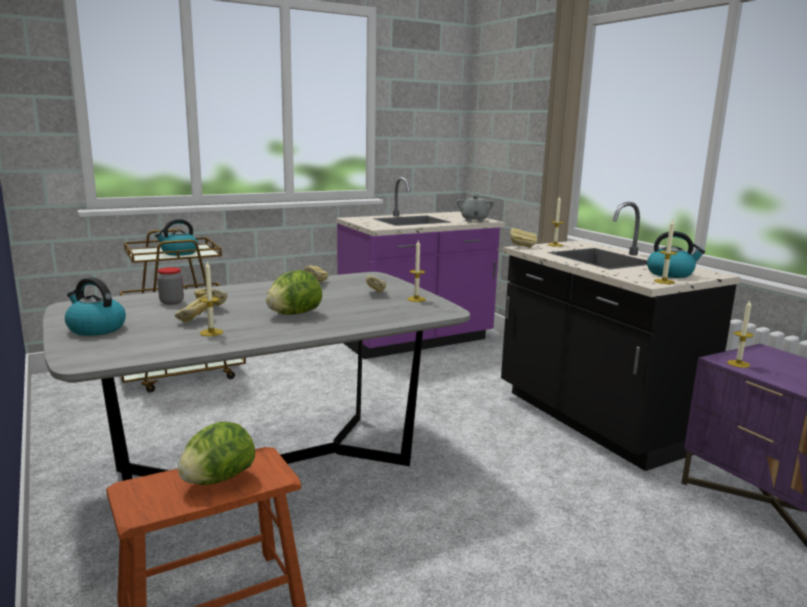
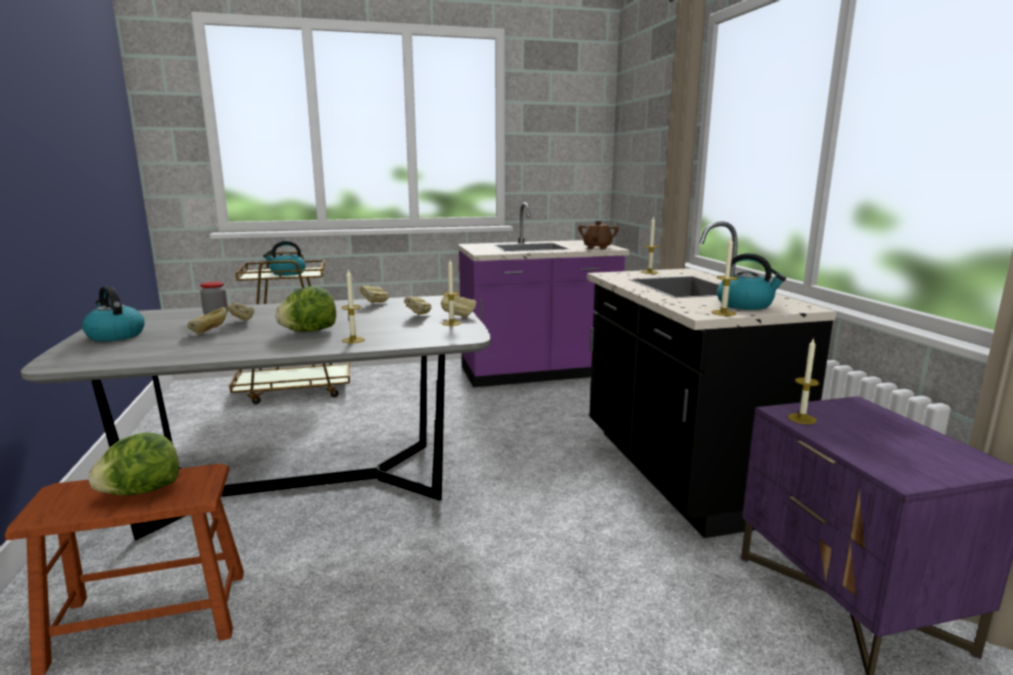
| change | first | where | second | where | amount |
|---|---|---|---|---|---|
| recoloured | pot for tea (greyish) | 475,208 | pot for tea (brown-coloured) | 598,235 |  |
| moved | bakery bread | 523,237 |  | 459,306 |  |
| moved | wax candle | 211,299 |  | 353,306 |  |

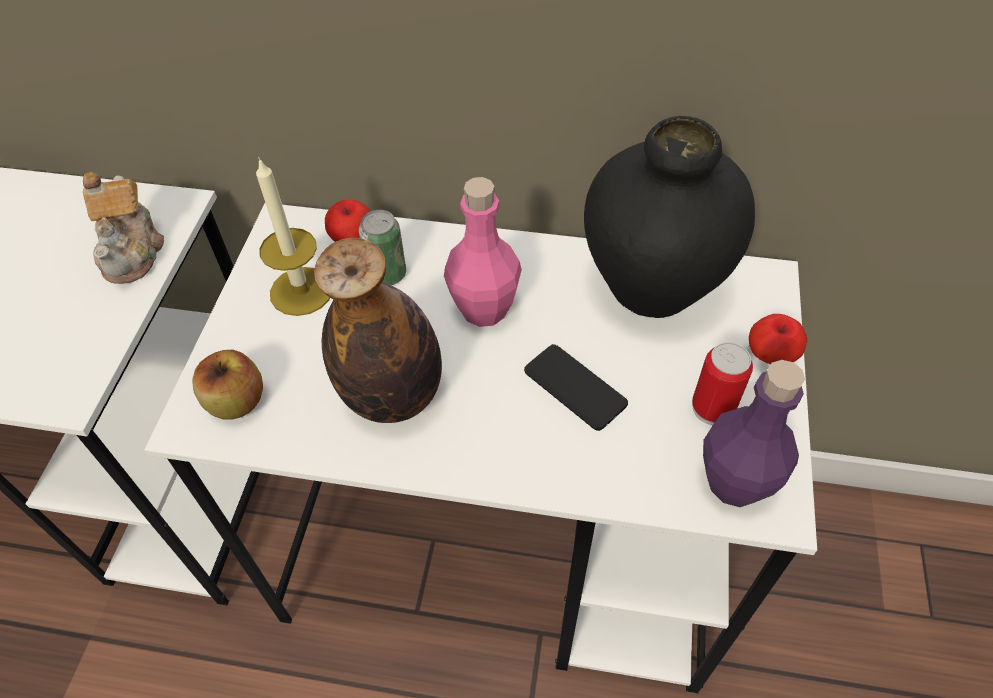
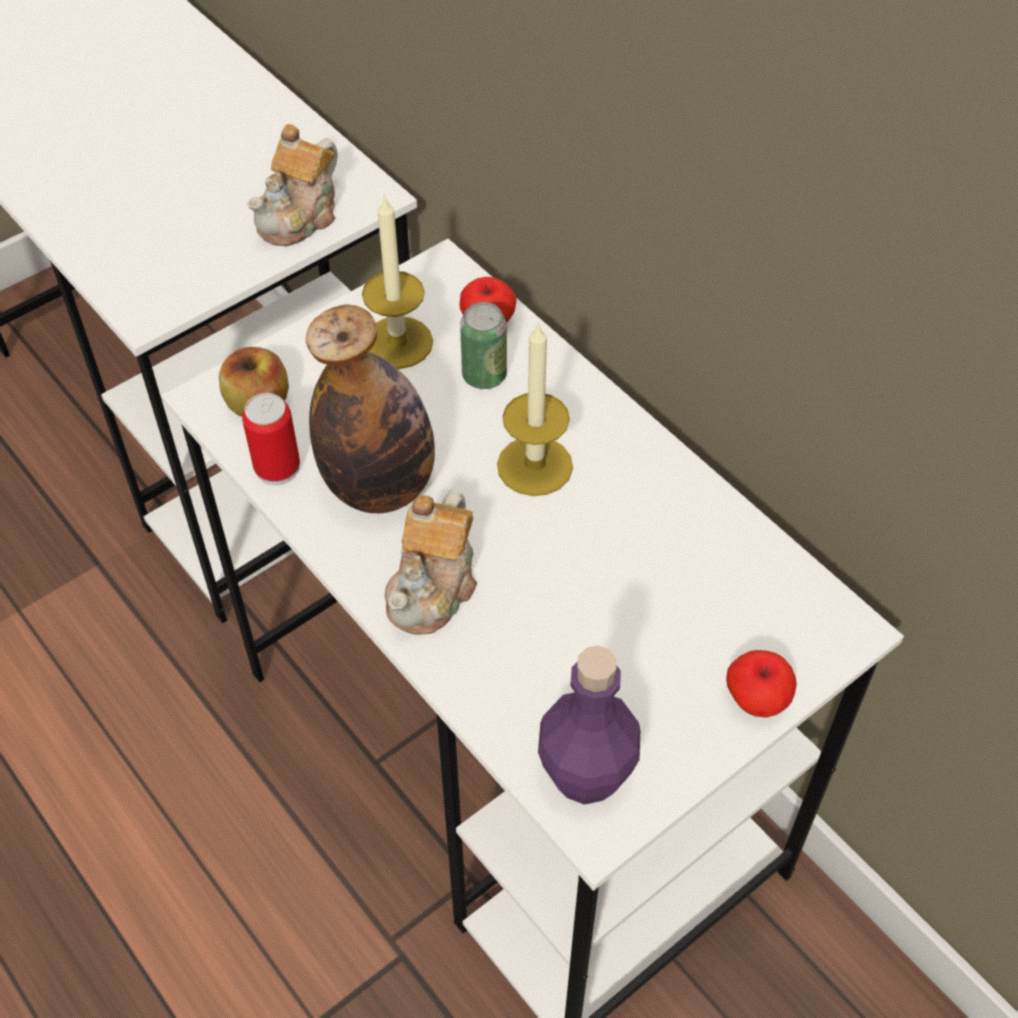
| change | first | where | second | where | amount |
|---|---|---|---|---|---|
| removed | flower vase (black-coloured) | 669,217 |  |  |  |
| replaced | bottle (pink) | 483,252 | wax candle | 535,409 |  |
| moved | can | 722,383 |  | 271,439 |  |
| removed | telephone | 576,387 |  |  |  |
| added |  |  | pot for tea | 430,562 |  |

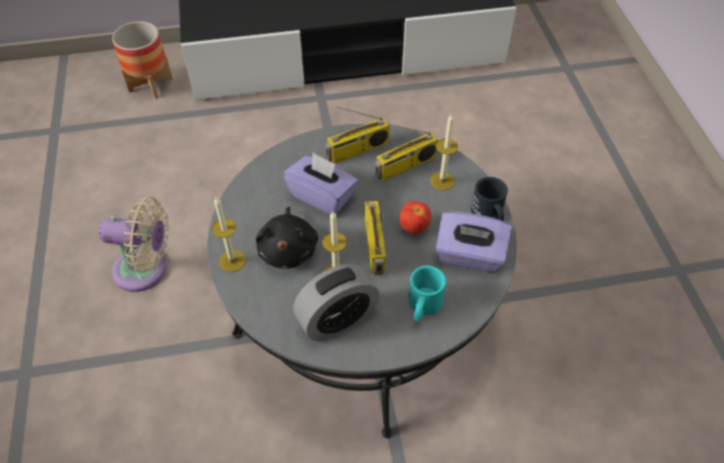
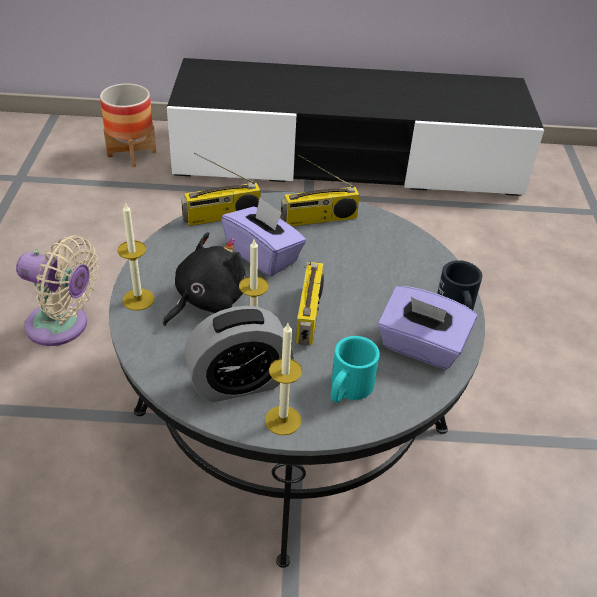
| change | first | where | second | where | amount |
|---|---|---|---|---|---|
| moved | wax candle | 444,151 |  | 283,379 |  |
| moved | radio set | 406,152 |  | 221,189 |  |
| removed | whole apple | 415,217 |  |  |  |
| turned | plush toy (black-coloured) | 287,238 |  | 204,279 | 150 degrees counterclockwise |

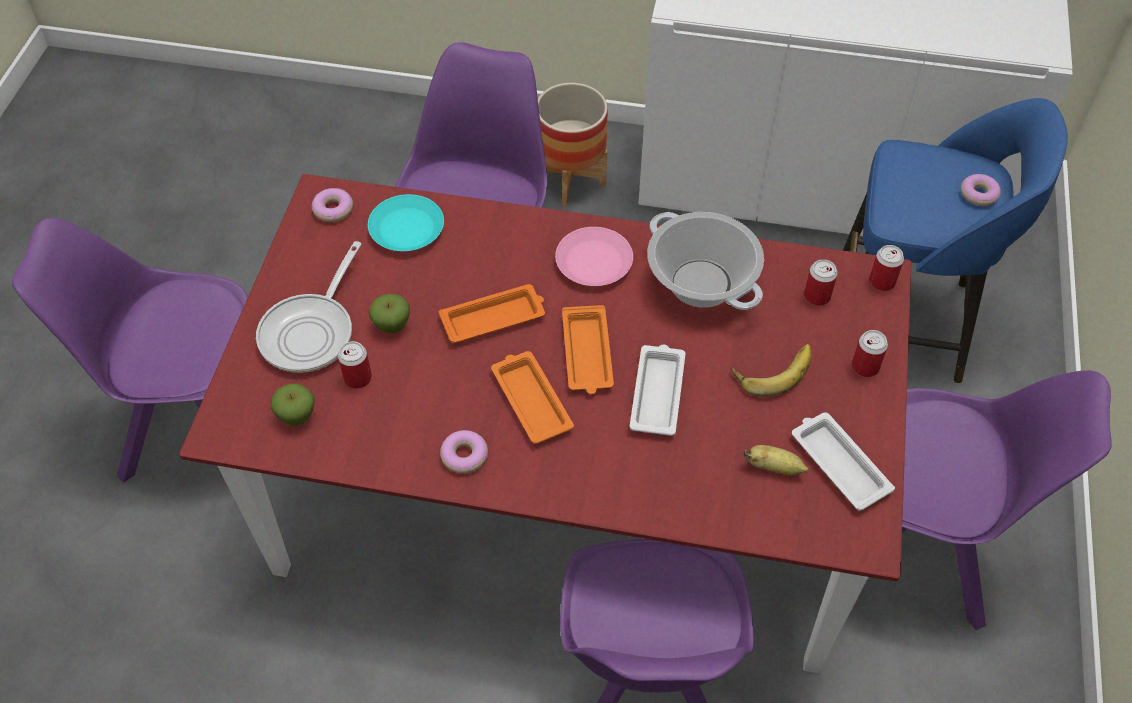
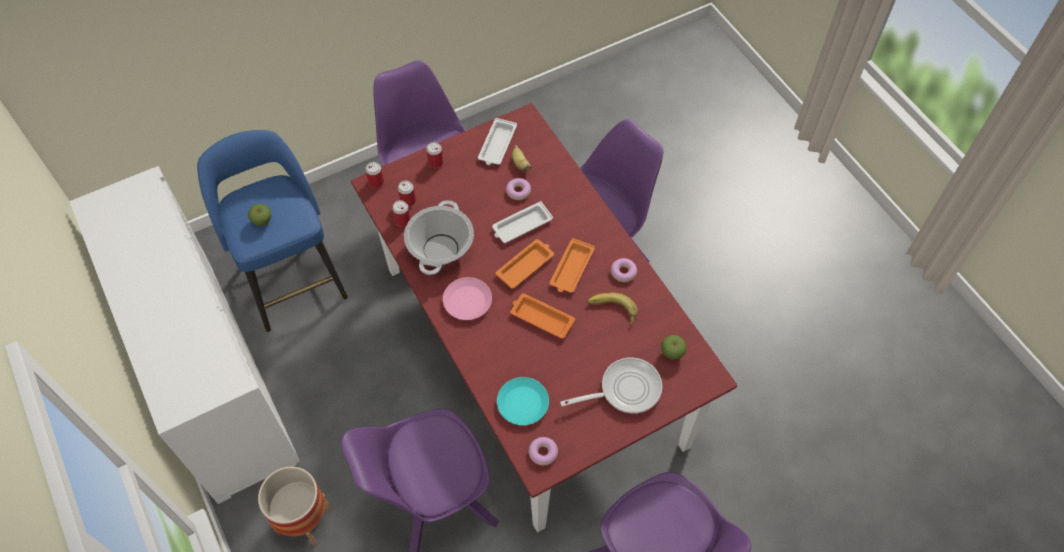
| change | first | where | second | where | amount |
|---|---|---|---|---|---|
| moved | ring doughnut | 981,190 |  | 518,189 |  |
| moved | whole apple | 389,313 |  | 259,215 |  |
| moved | can | 355,365 |  | 401,213 |  |
| moved | banana | 771,370 |  | 612,308 |  |

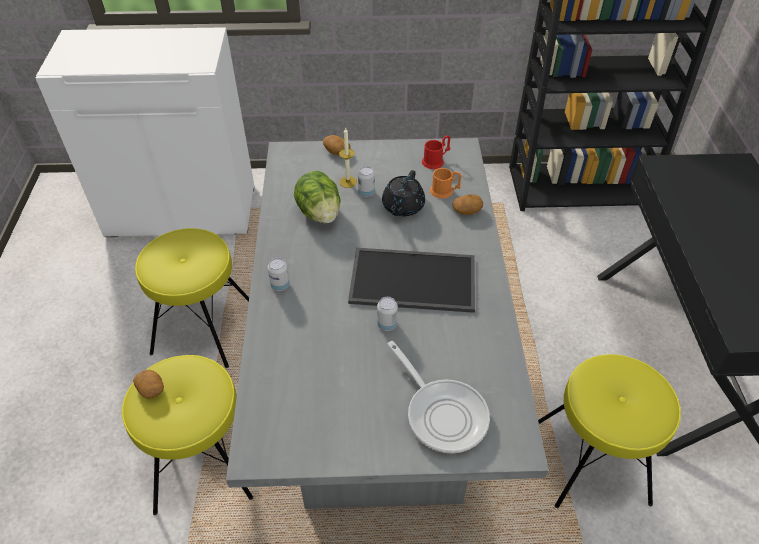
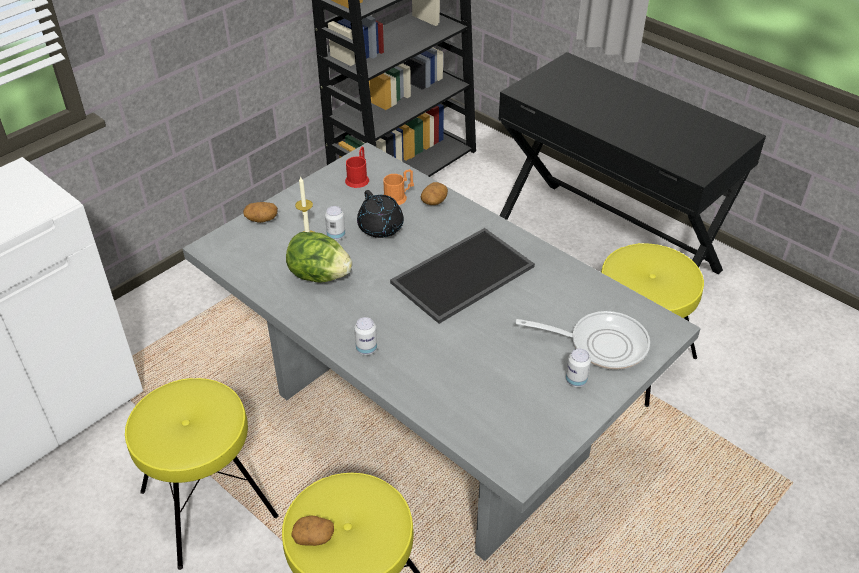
| change | first | where | second | where | amount |
|---|---|---|---|---|---|
| moved | can | 387,314 |  | 578,368 |  |

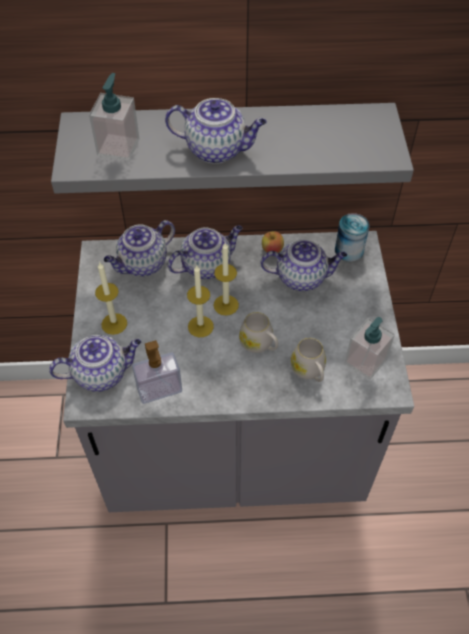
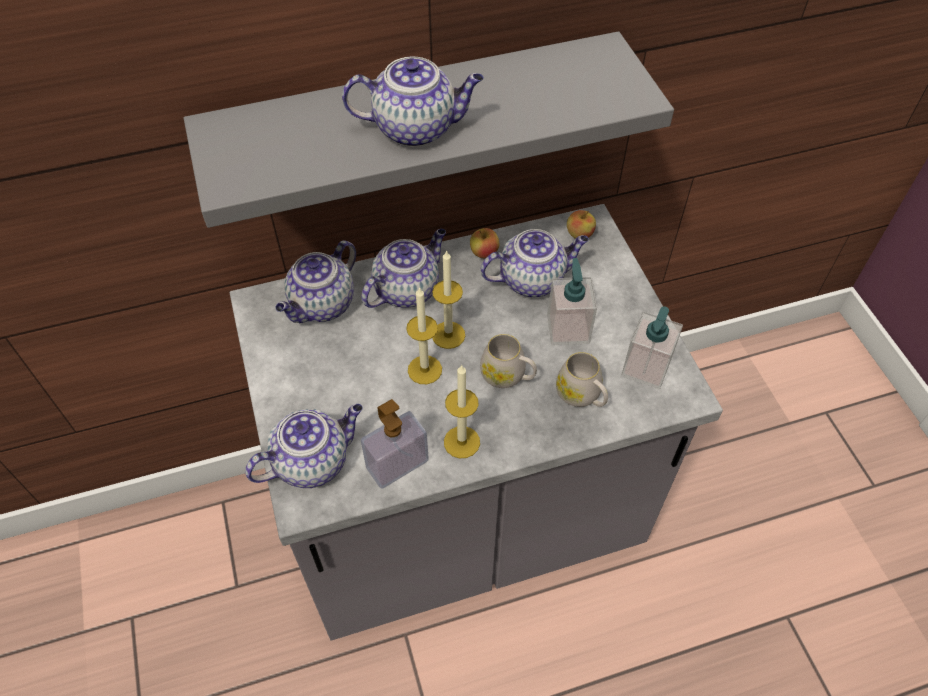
| change | first | where | second | where | amount |
|---|---|---|---|---|---|
| moved | liquid soap bottle | 114,117 |  | 572,301 |  |
| replaced | can | 352,237 | whole apple | 581,224 |  |
| moved | wax candle | 111,299 |  | 462,411 |  |

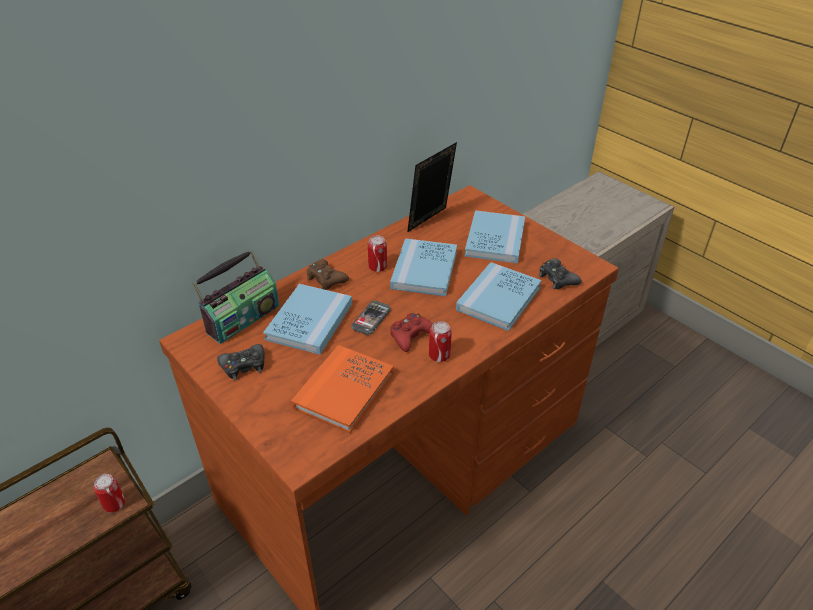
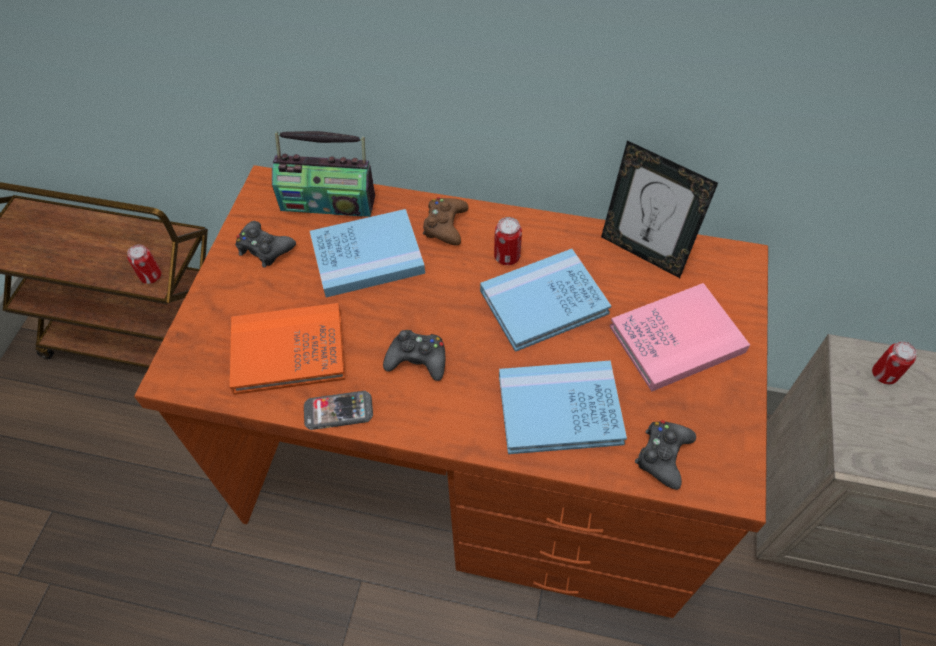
| change | first | where | second | where | amount |
|---|---|---|---|---|---|
| turned | standing frame | 432,187 |  | 659,209 | 150 degrees counterclockwise |
| recoloured | volume (blue) | 495,236 | volume (pink) | 679,337 |  |
| moved | telephone | 371,318 |  | 338,410 |  |
| recoloured | joypad (reddish) | 411,332 | joypad (black-coloured) | 414,355 |  |
| moved | can | 440,341 |  | 894,362 |  |

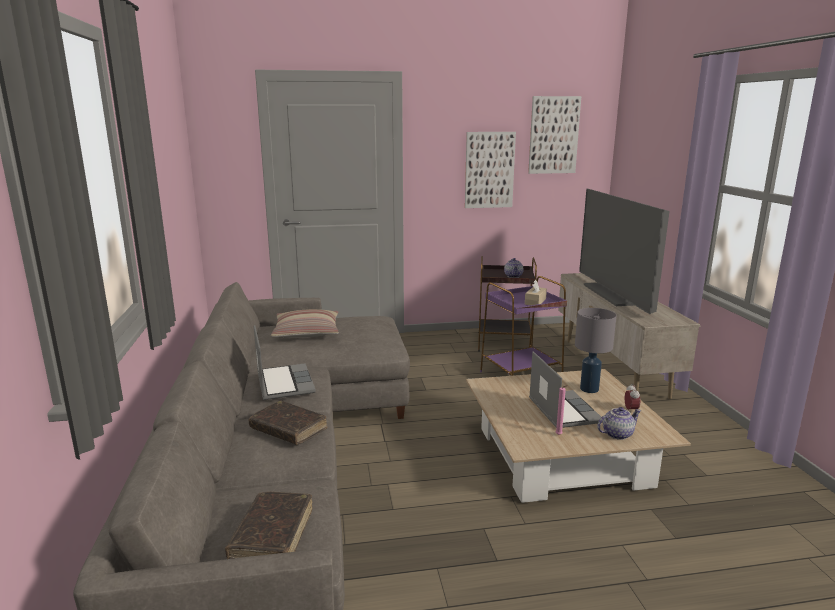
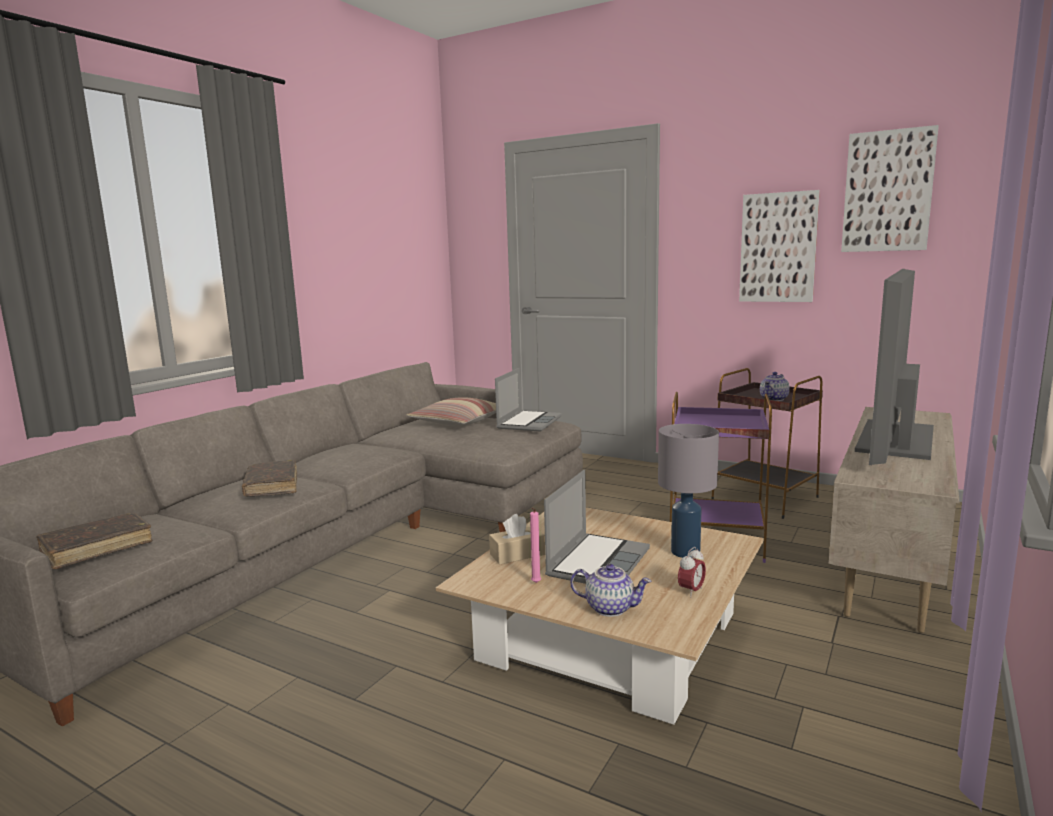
| change | first | where | second | where | amount |
|---|---|---|---|---|---|
| moved | tissue holder (beige-coloured) | 536,292 |  | 517,539 |  |
| moved | laptop | 285,362 |  | 528,400 |  |

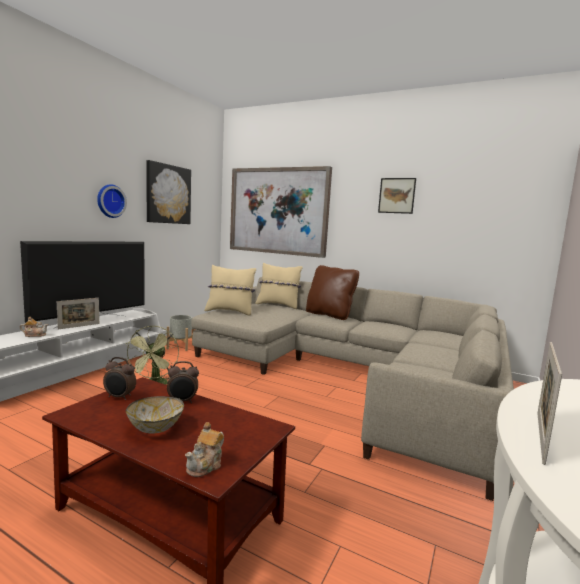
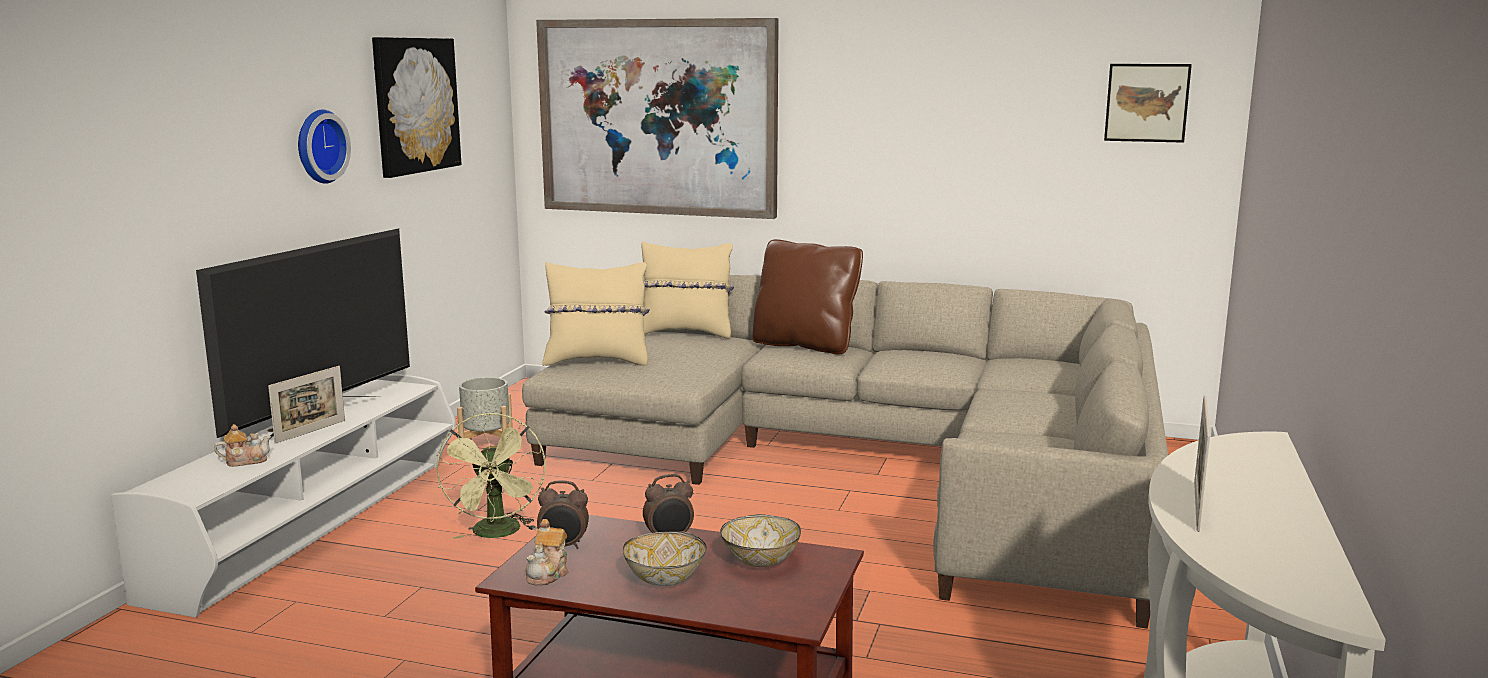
| change | first | where | second | where | amount |
|---|---|---|---|---|---|
| moved | wall art | 397,196 |  | 1148,103 |  |
| moved | pot for tea | 204,449 |  | 547,552 |  |
| added |  |  | serving bowl | 760,540 |  |

